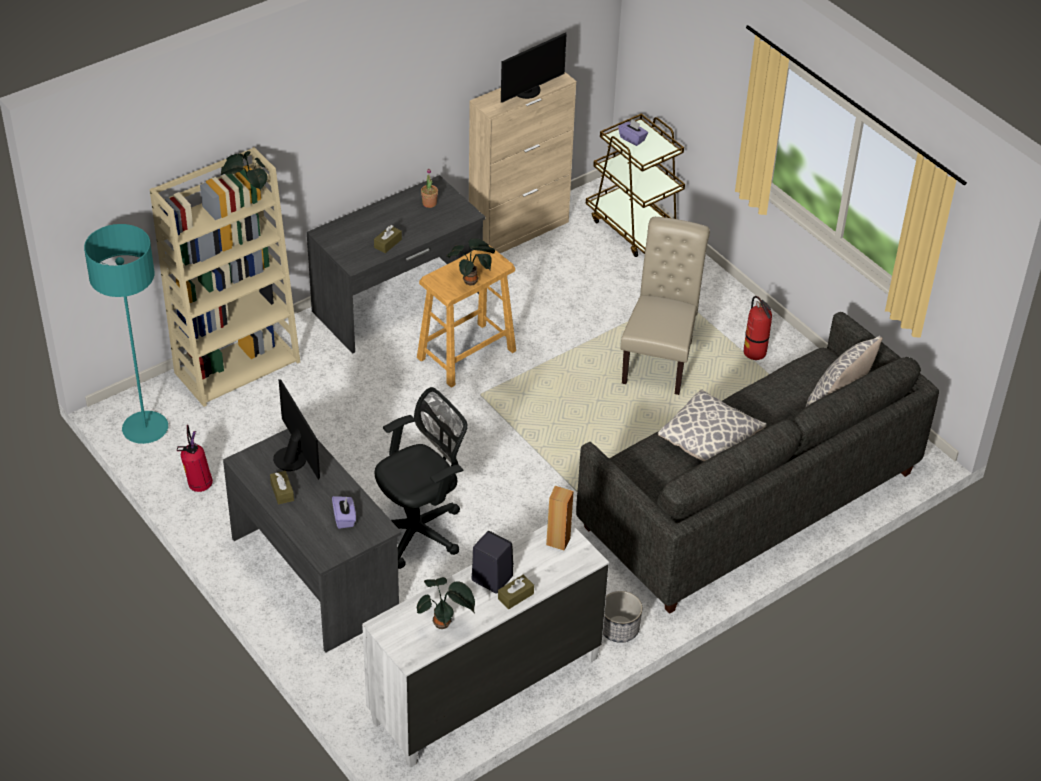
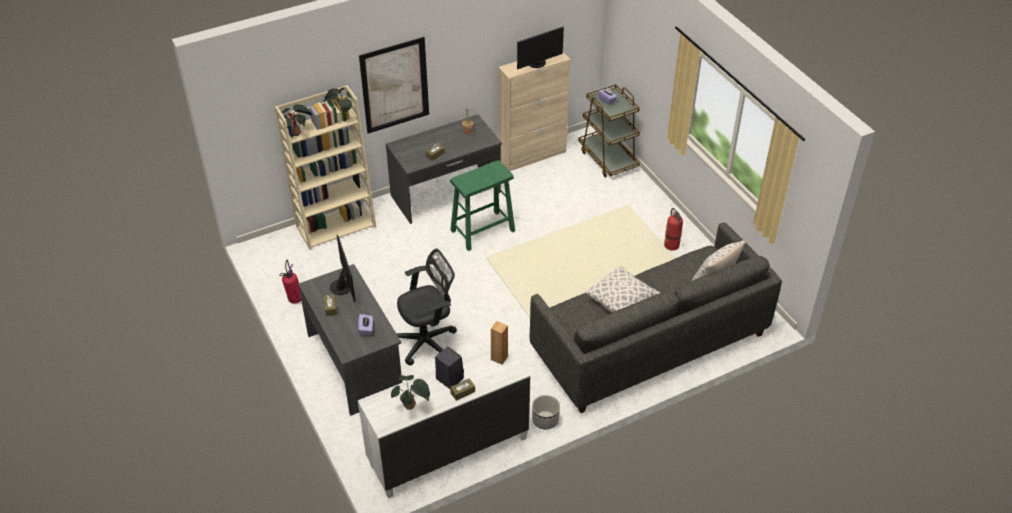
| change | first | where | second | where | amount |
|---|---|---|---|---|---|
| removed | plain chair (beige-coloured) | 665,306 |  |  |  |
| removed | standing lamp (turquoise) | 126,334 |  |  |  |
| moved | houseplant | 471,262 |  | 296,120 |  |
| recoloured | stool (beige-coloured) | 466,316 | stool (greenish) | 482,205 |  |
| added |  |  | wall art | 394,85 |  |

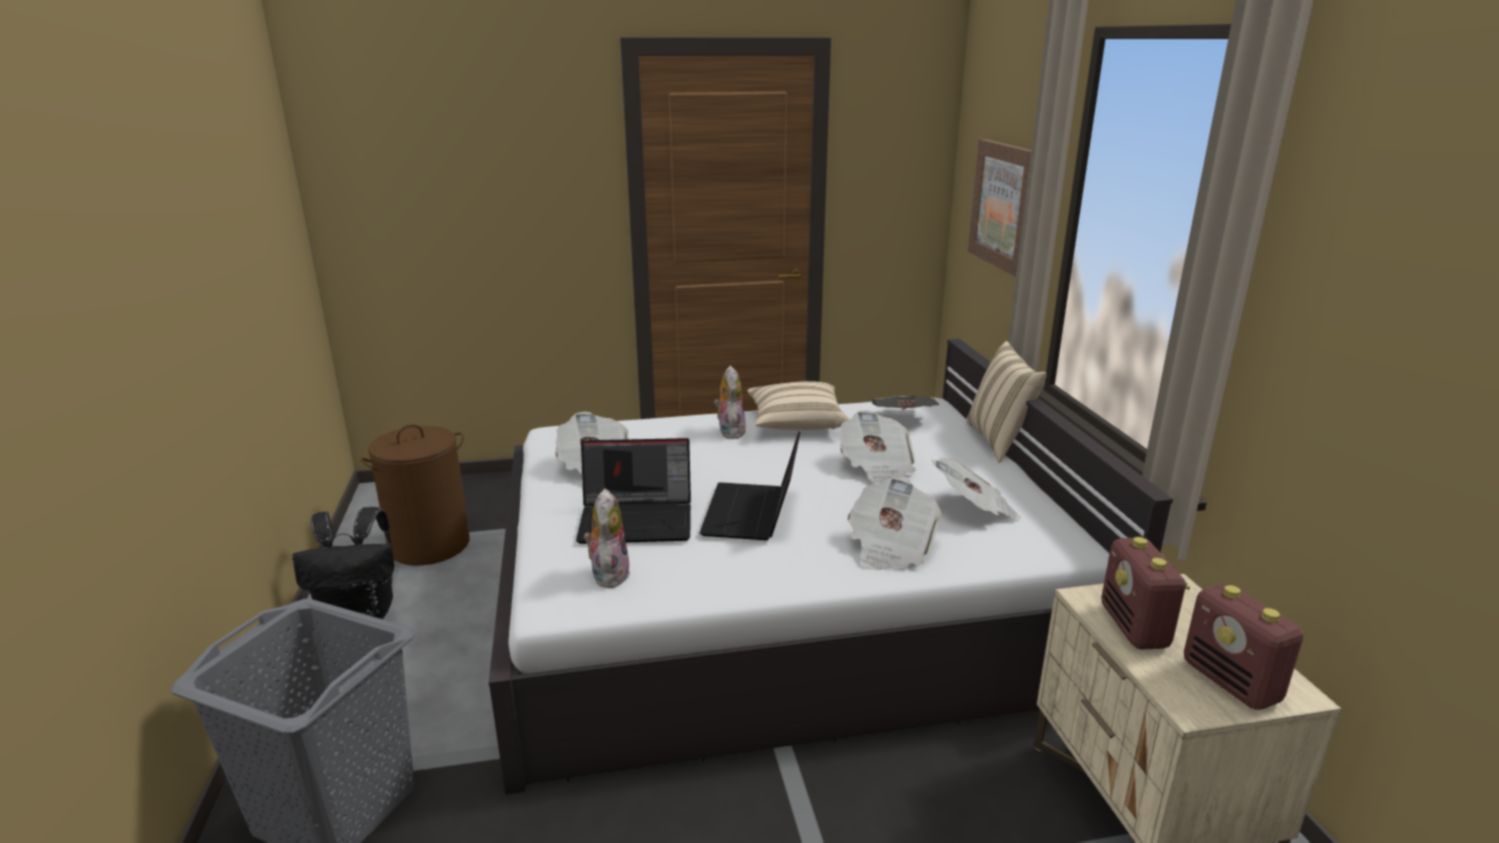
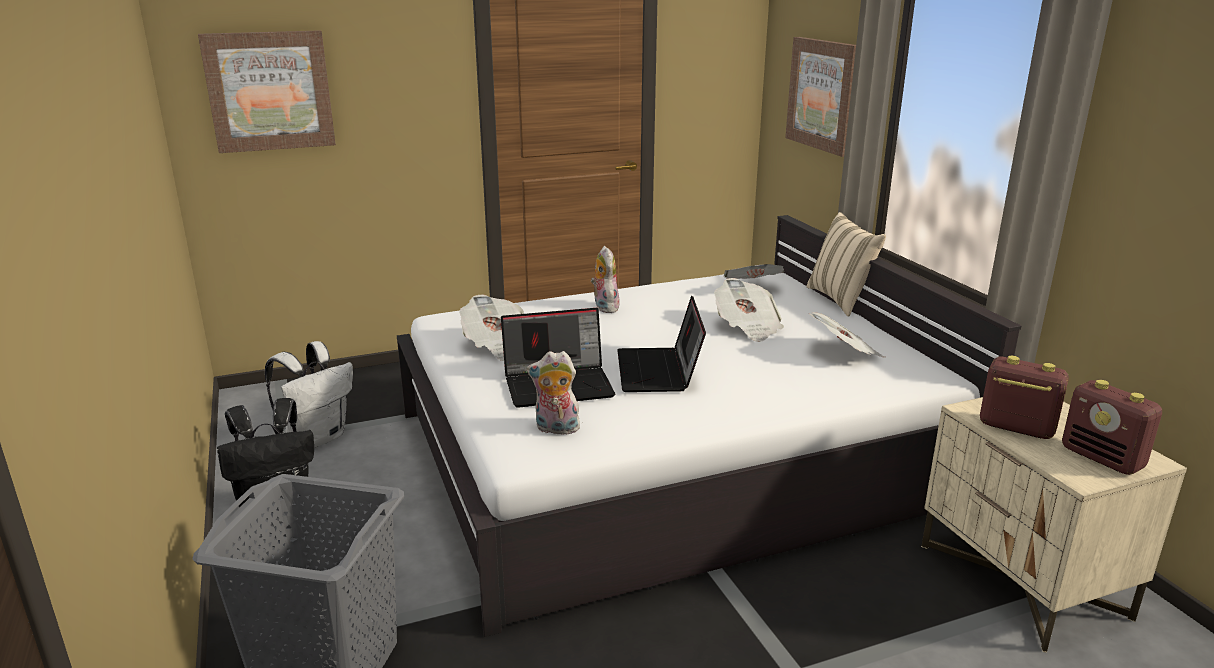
| change | first | where | second | where | amount |
|---|---|---|---|---|---|
| removed | cushion (beige-coloured) | 798,405 |  |  |  |
| replaced | hamper (brown-coloured) | 415,494 | rucksack (whitish) | 309,394 |  |
| removed | printed paper | 894,523 |  |  |  |
| turned | plush toy | 607,538 |  | 555,393 | 75 degrees counterclockwise |
| turned | radio set | 1145,593 |  | 1024,397 | 135 degrees clockwise |
| added |  |  | wall art | 267,91 |  |

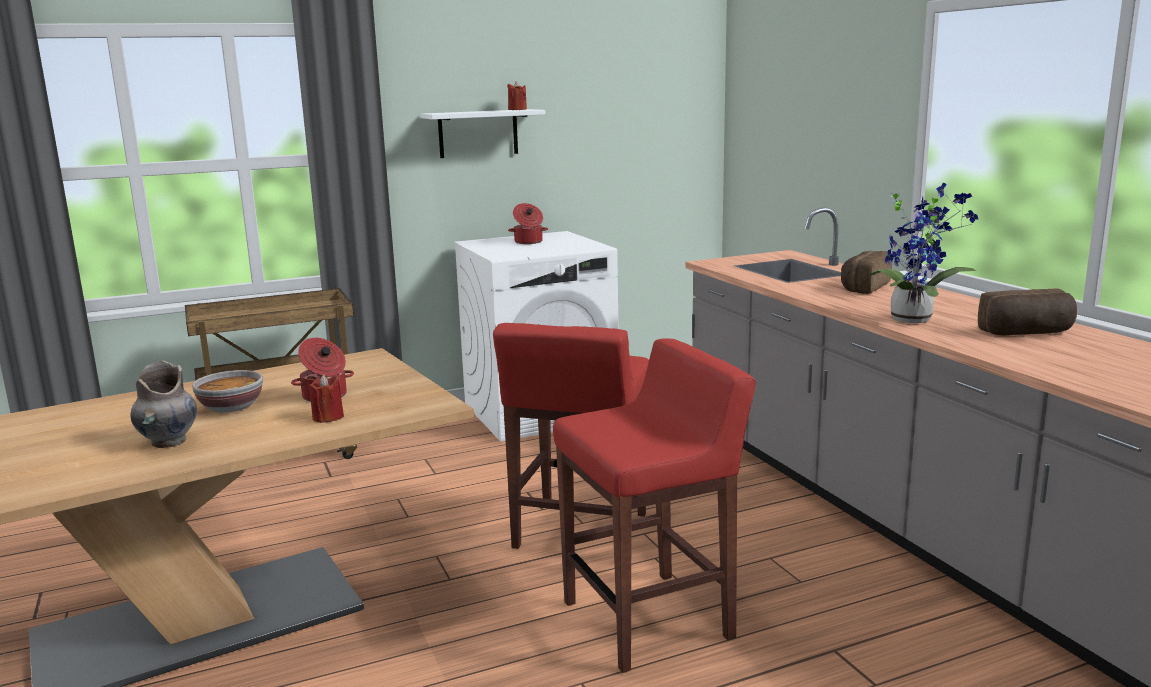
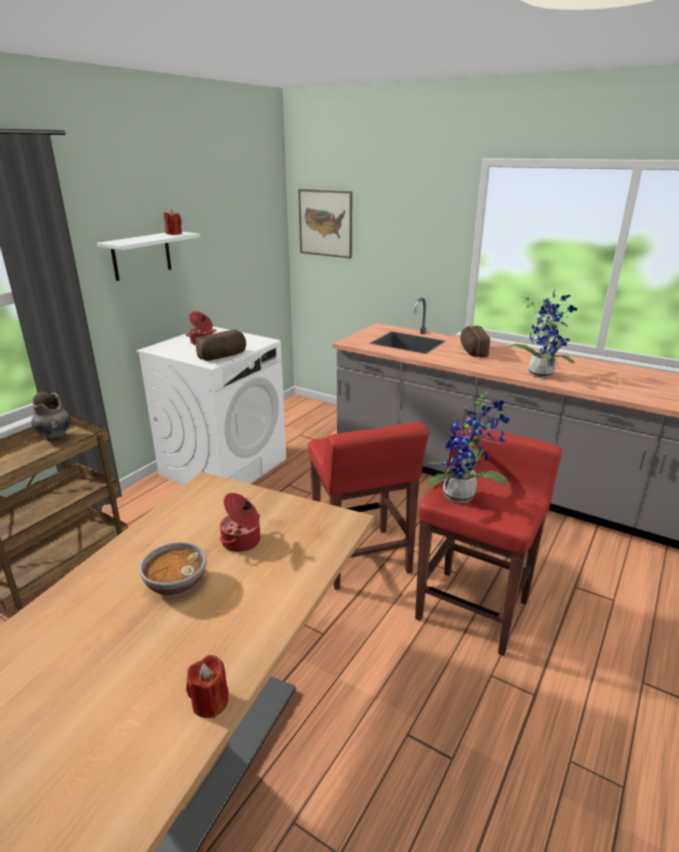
| change | first | where | second | where | amount |
|---|---|---|---|---|---|
| moved | bakery bread | 1027,312 |  | 221,345 |  |
| moved | flower vase (greyish) | 163,404 |  | 51,416 |  |
| moved | wax candle (reddish) | 326,398 |  | 207,686 |  |
| added |  |  | wall art | 325,223 |  |
| added |  |  | houseplant | 468,447 |  |

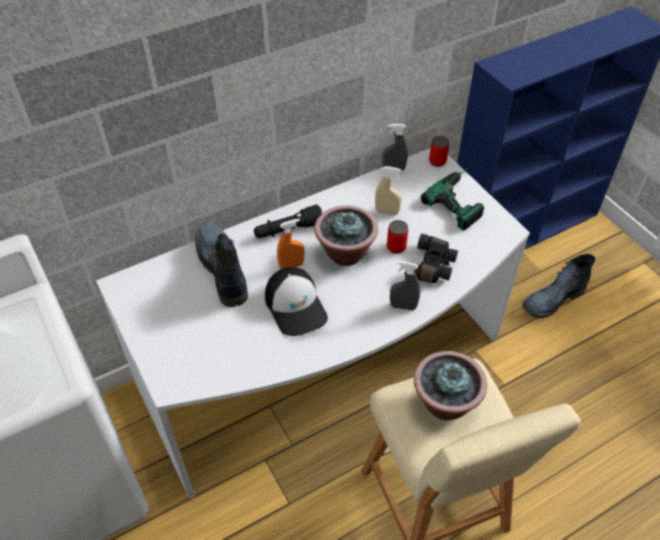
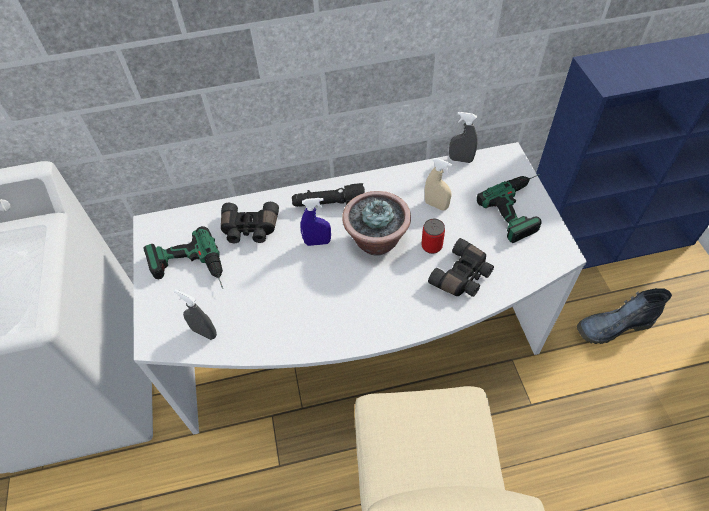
| change | first | where | second | where | amount |
|---|---|---|---|---|---|
| removed | can | 439,151 |  |  |  |
| recoloured | hand sprayer (orange) | 291,244 | hand sprayer (blue) | 315,222 |  |
| replaced | boot | 221,265 | pair of binoculars (black-coloured) | 250,223 |  |
| moved | hand sprayer (greyish) | 405,285 |  | 195,314 |  |
| removed | baseball cap | 296,301 |  |  |  |
| removed | houseplant | 450,385 |  |  |  |
| added |  |  | power drill | 183,257 |  |

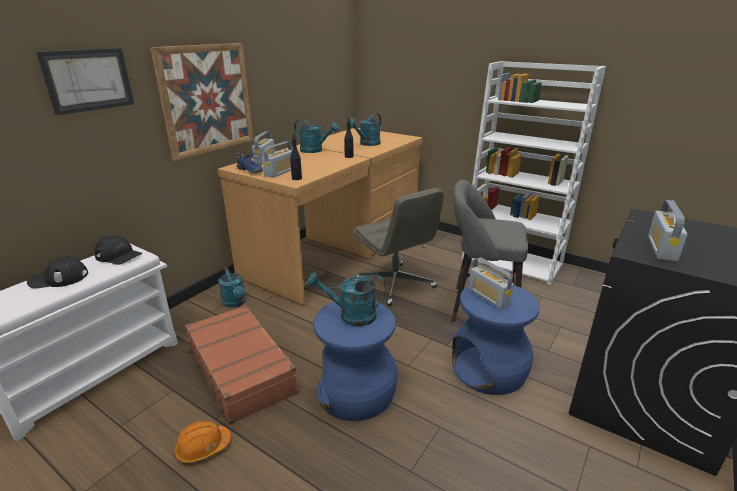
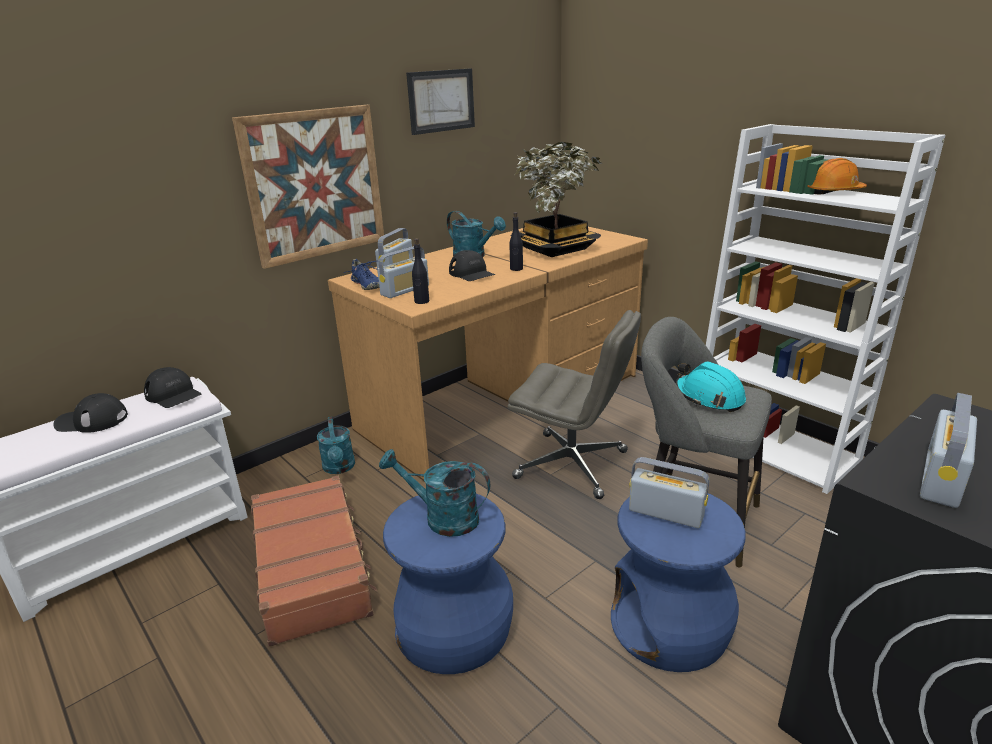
| change | first | where | second | where | amount |
|---|---|---|---|---|---|
| moved | wall art | 85,81 |  | 440,101 |  |
| replaced | watering can (turquoise) | 366,129 | houseplant | 556,199 |  |
| turned | desk chair (greyish) | 399,247 |  | 574,404 | 45 degrees counterclockwise |
| turned | radio set | 491,283 |  | 669,492 | 135 degrees clockwise |
| moved | safety helmet (orange) | 202,441 |  | 837,176 |  |
| added |  |  | baseball cap (black-coloured) | 472,265 |  |
| added |  |  | safety helmet (turquoise) | 711,387 |  |

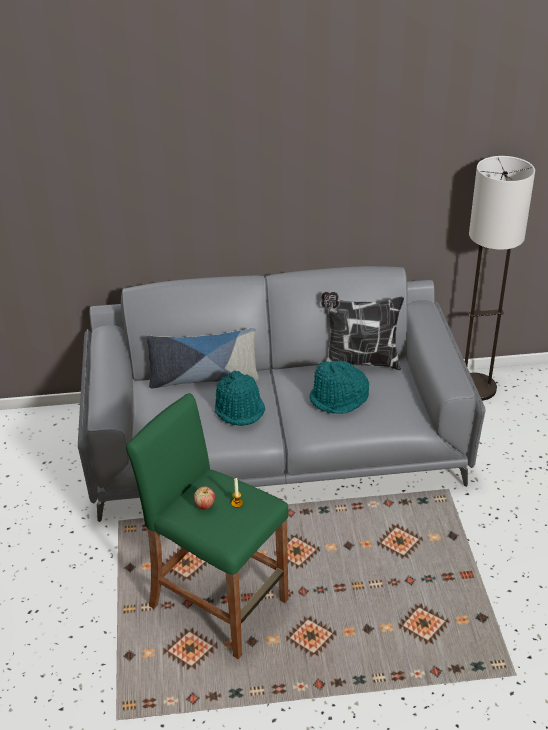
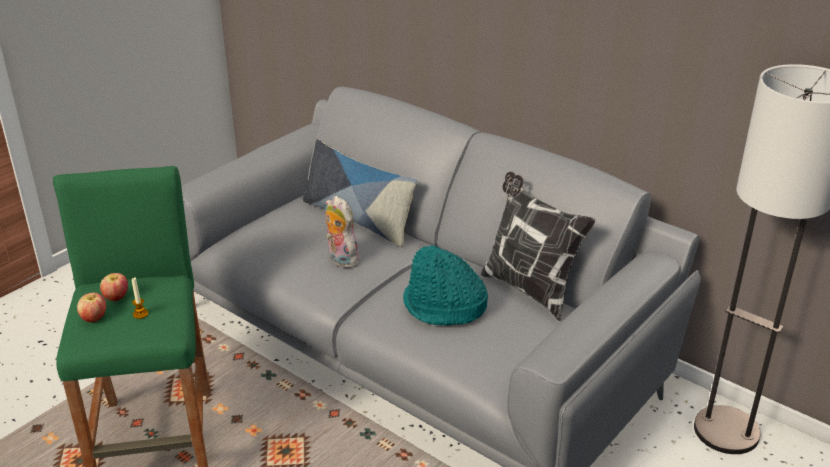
| change | first | where | second | where | amount |
|---|---|---|---|---|---|
| replaced | wearable hat (turquoise) | 240,398 | plush toy | 342,232 |  |
| added |  |  | whole apple | 91,307 |  |

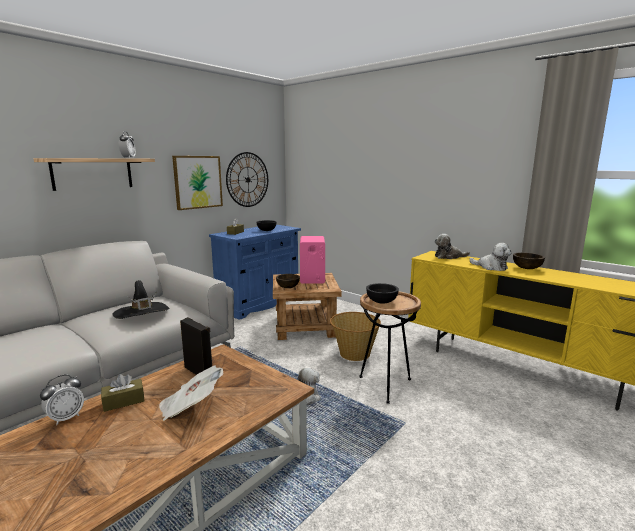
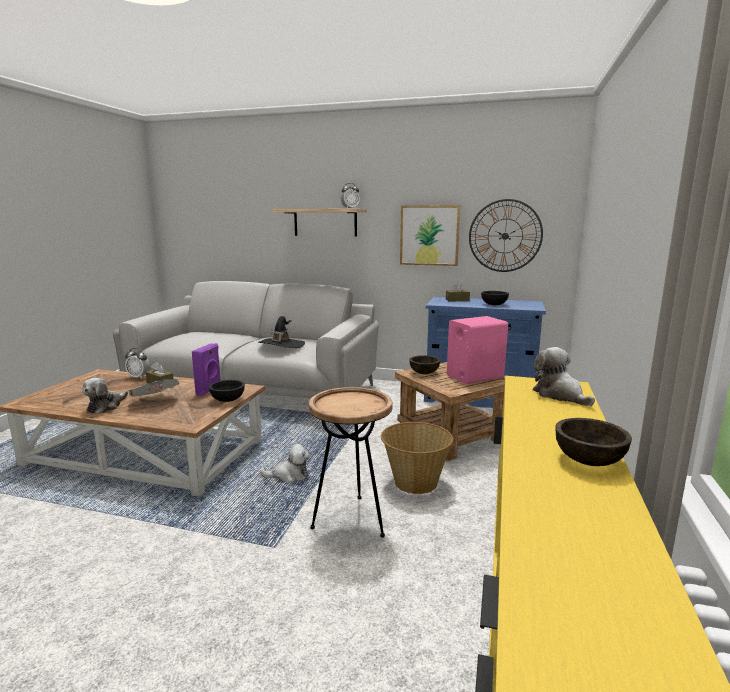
| change | first | where | second | where | amount |
|---|---|---|---|---|---|
| moved | plush toy | 490,257 |  | 105,396 |  |
| moved | serving bowl (black-coloured) | 382,293 |  | 227,391 |  |
| recoloured | audio speaker (black-coloured) | 196,346 | audio speaker (purple-coloured) | 206,369 |  |

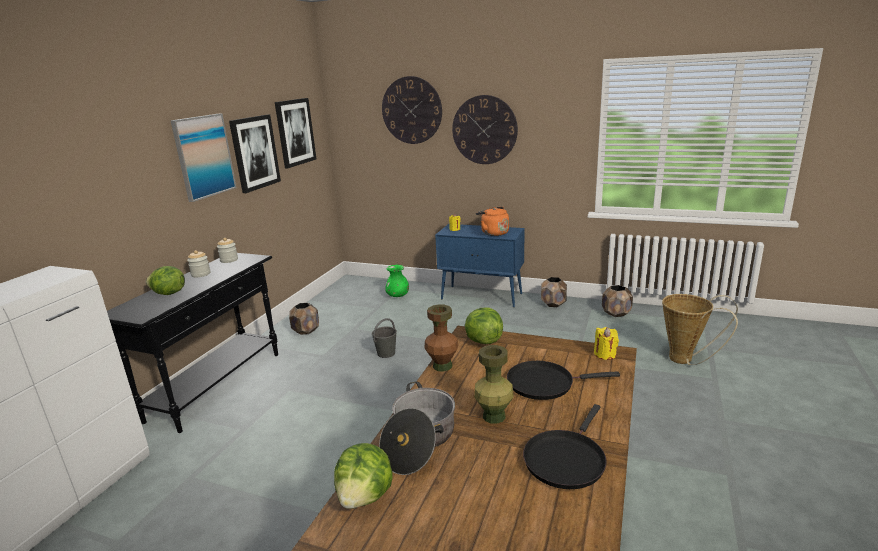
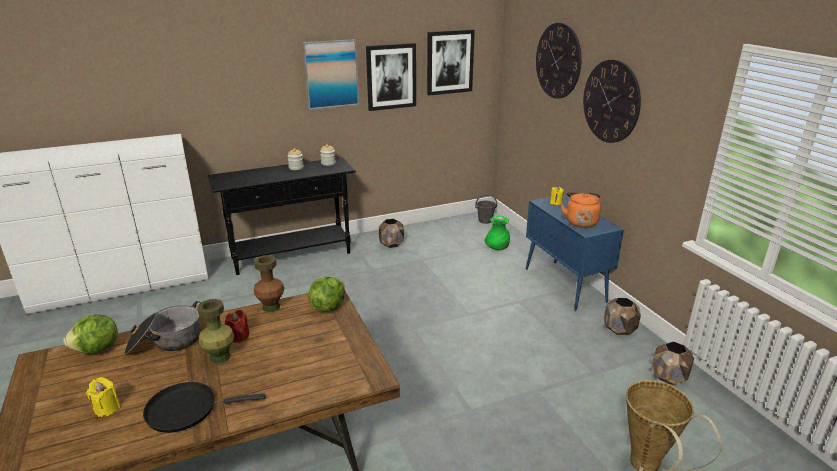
| change | first | where | second | where | amount |
|---|---|---|---|---|---|
| removed | lettuce | 165,280 |  |  |  |
| moved | pail (greyish) | 384,338 |  | 486,209 |  |
| moved | wax candle (yellow) | 606,343 |  | 103,397 |  |
| removed | skillet (black-coloured) | 563,380 |  |  |  |
| added |  |  | wax candle (reddish) | 237,326 |  |

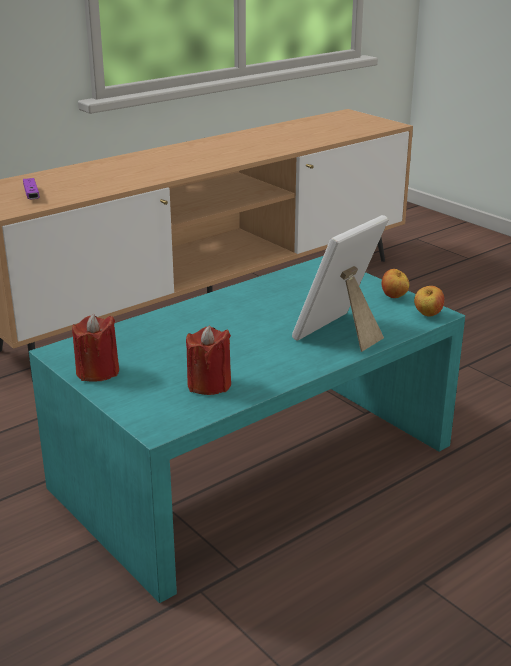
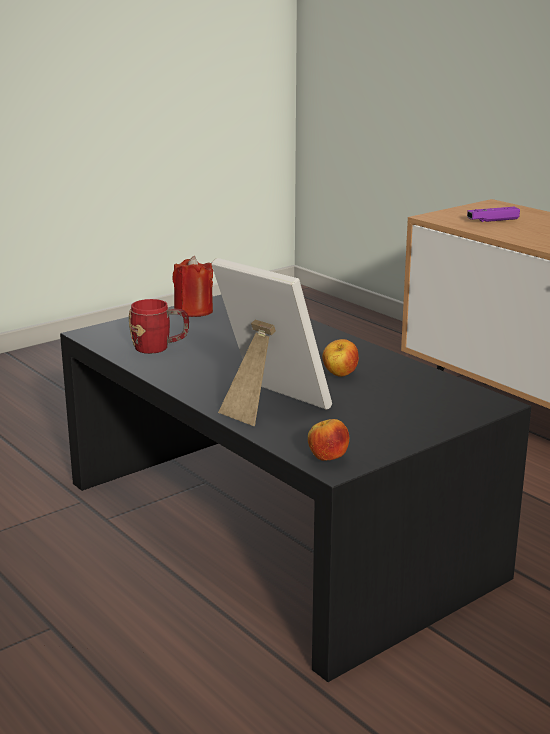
| change | first | where | second | where | amount |
|---|---|---|---|---|---|
| recoloured | lounge table (turquoise) | 247,429 | lounge table (black-coloured) | 295,488 |  |
| moved | whole apple | 395,283 |  | 340,358 |  |
| replaced | wax candle (reddish) | 208,360 | coffee mug (reddish) | 159,326 |  |

